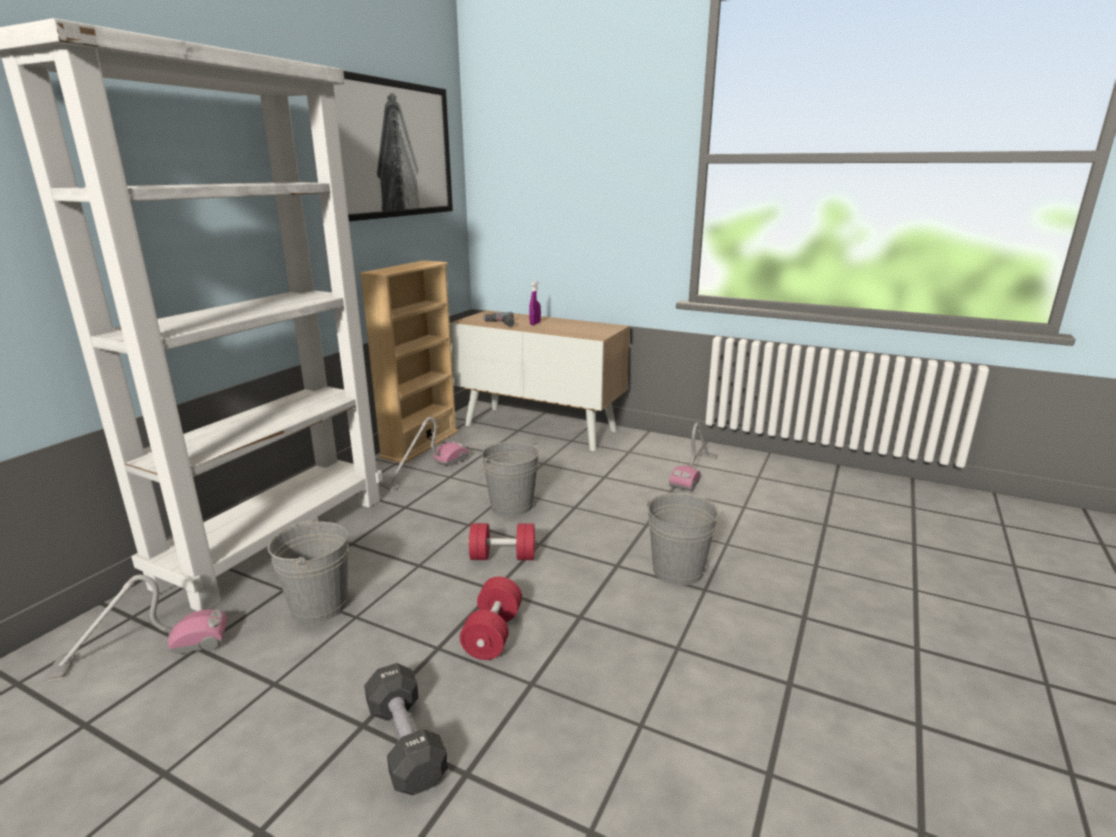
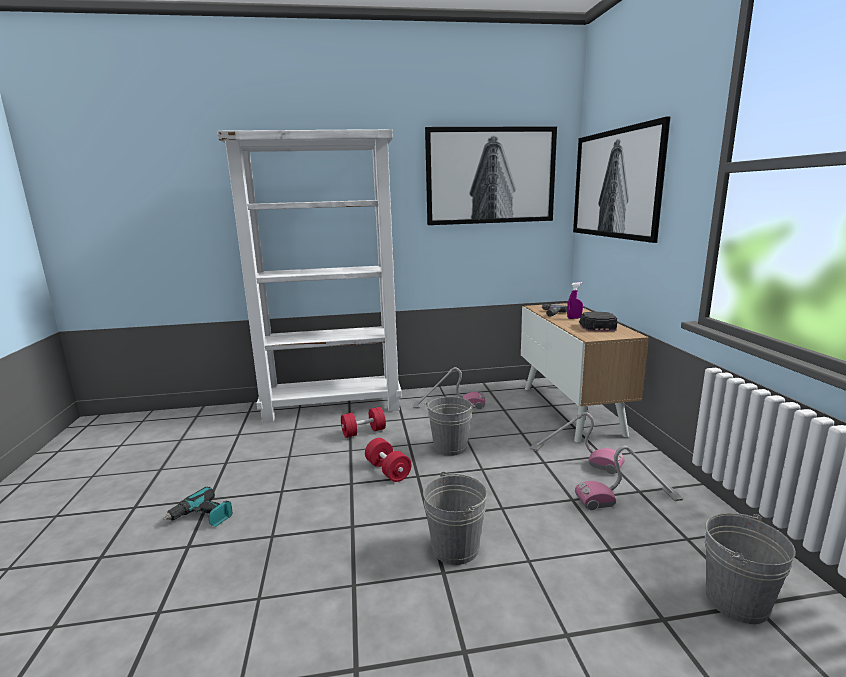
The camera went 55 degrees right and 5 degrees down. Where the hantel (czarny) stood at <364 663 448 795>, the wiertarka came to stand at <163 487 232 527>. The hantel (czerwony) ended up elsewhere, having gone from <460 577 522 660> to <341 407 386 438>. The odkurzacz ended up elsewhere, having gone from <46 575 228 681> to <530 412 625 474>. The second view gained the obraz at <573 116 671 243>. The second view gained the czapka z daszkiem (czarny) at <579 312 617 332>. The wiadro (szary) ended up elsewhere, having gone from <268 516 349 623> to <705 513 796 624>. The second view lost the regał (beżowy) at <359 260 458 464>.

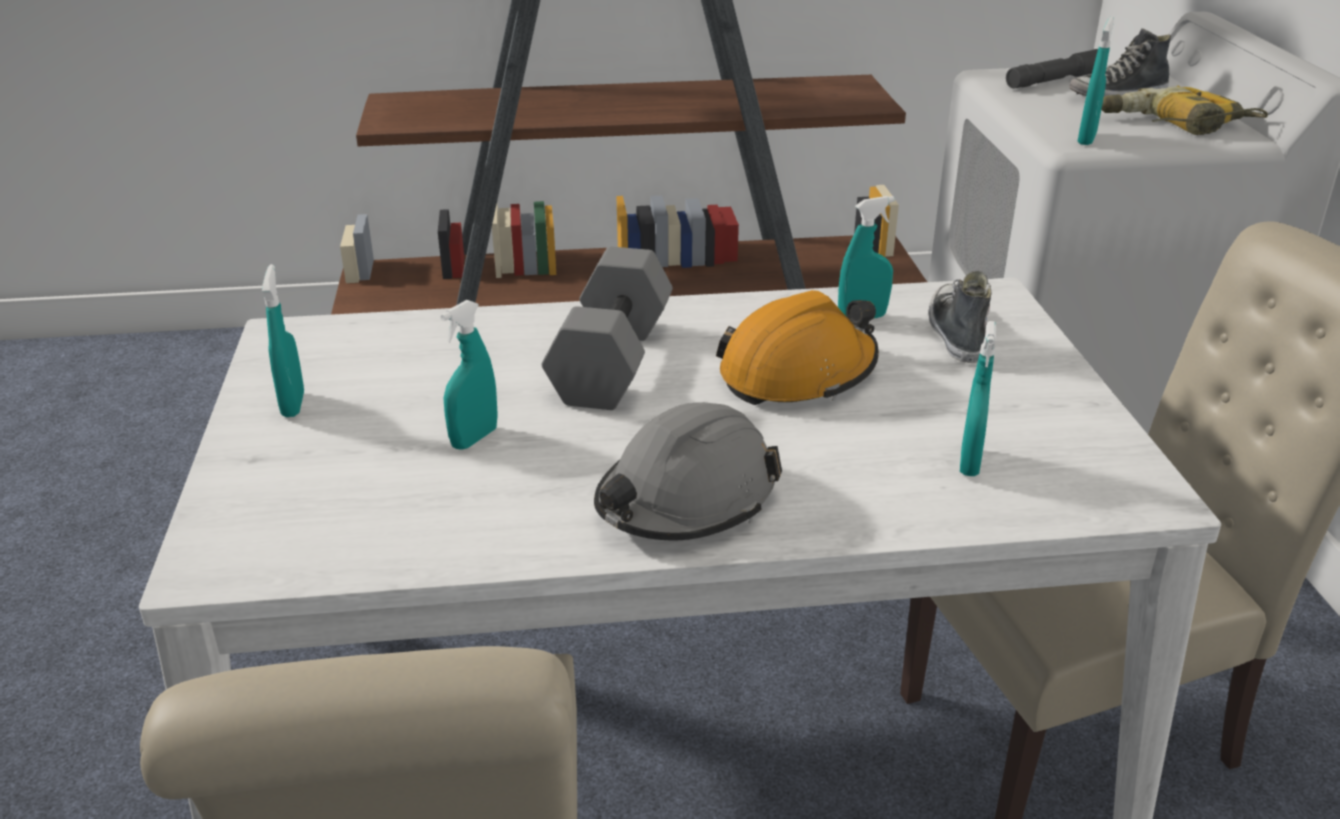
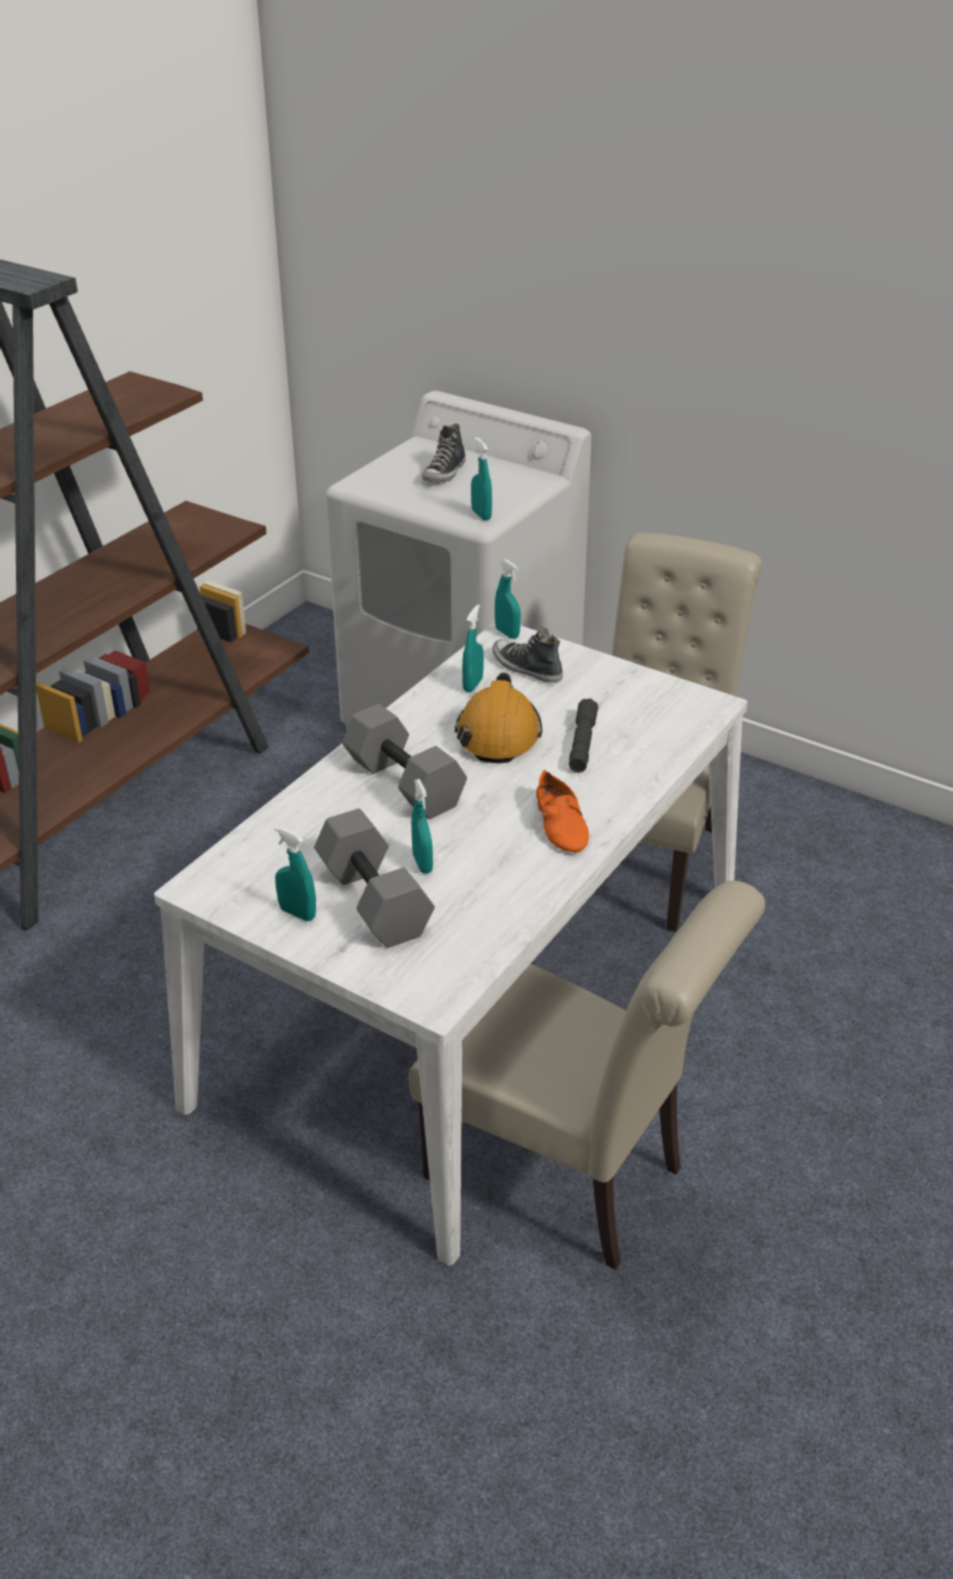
The camera went 50 degrees left and 5 degrees up. The second view gained the hantel (szary) at <314 809 435 948>. The spryskiwacz (turkusowy) ended up elsewhere, having gone from <960 321 996 476> to <495 559 521 639>. Where the kask (szary) stood at <594 402 782 540>, the but (pomarańczowy) came to stand at <536 770 589 853>. The latarka (szary) ended up elsewhere, having gone from <1006 49 1098 89> to <569 698 598 773>. The second view lost the wiertarka at <1101 86 1268 135>.

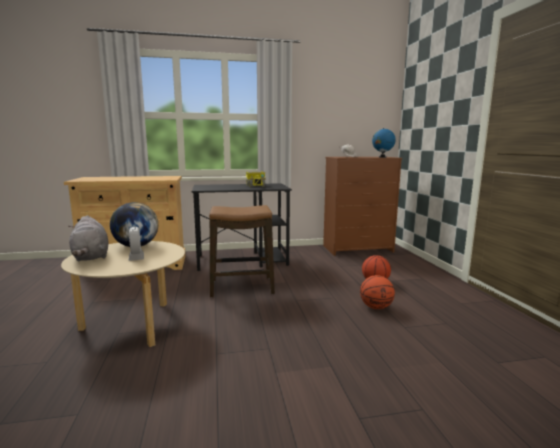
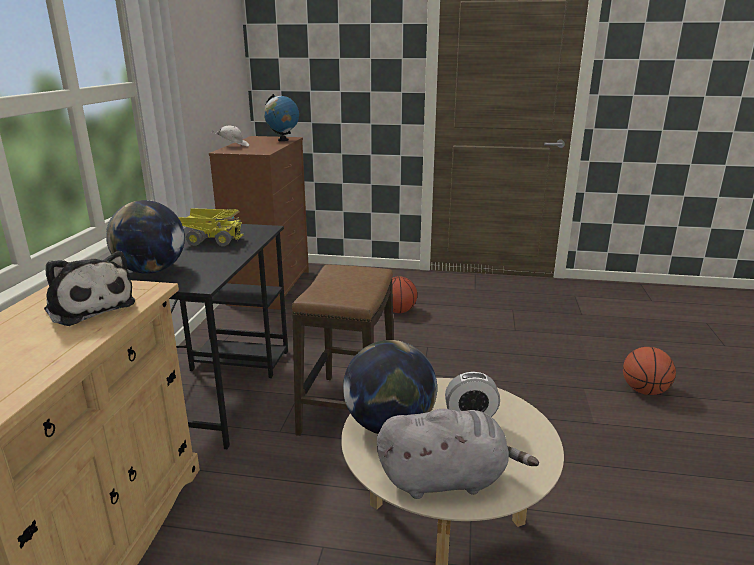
The camera went 70 degrees left and 10 degrees up. The second view gained the pluszak at <44 251 135 326>. The second view gained the globus at <106 200 185 274>. The piłka do koszykówki ended up elsewhere, having gone from <360 275 395 309> to <623 347 676 395>.

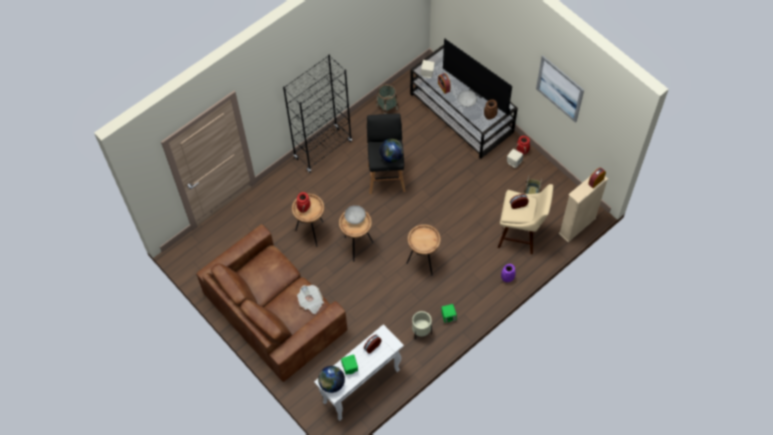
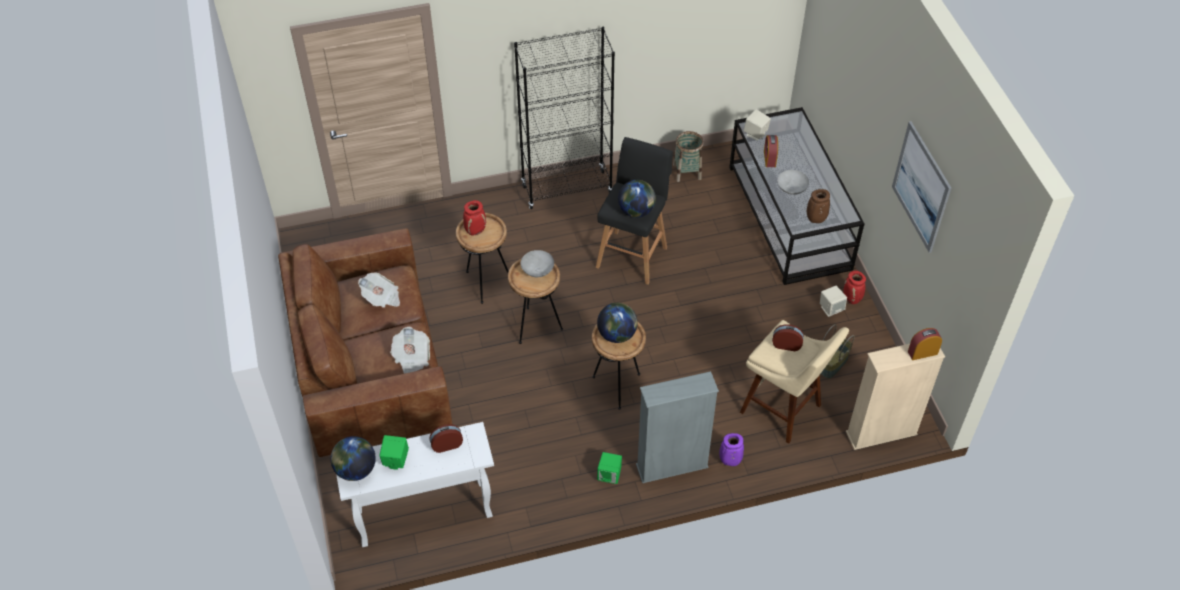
The camera went 25 degrees right and 10 degrees down. The second view gained the gazeta at <358 273 400 308>. The second view gained the globus at <597 303 638 343>. The second view gained the regał (szary) at <636 371 719 483>. The second view lost the donica (beżowy) at <412 311 432 339>. The second view lost the telewizor at <443 38 512 115>.

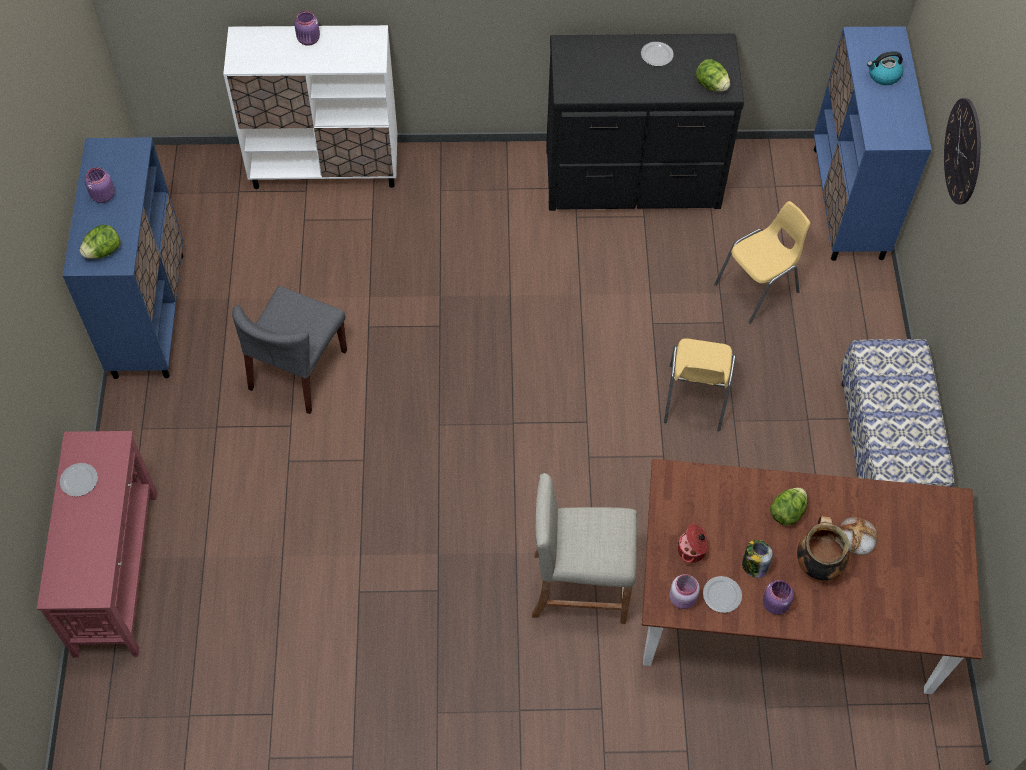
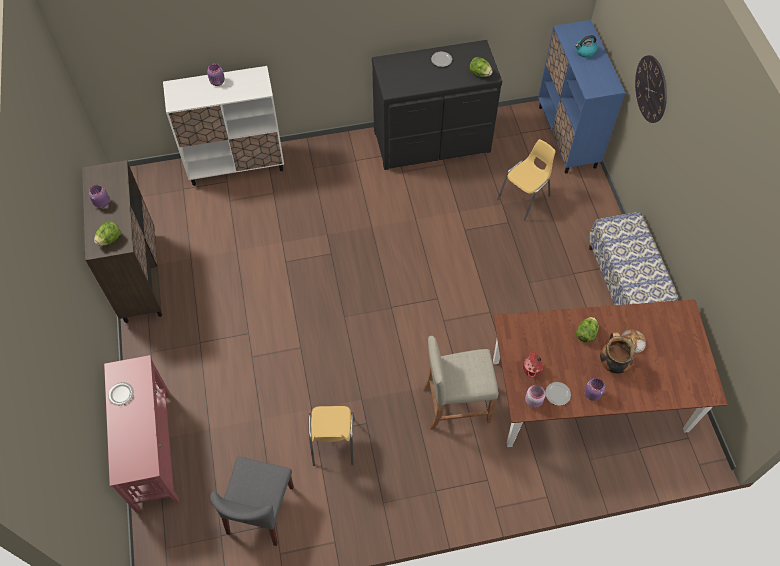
The camera went 10 degrees left and 0 degrees up. What was the szafka (niebieski) at <63 137 183 379> turned into the szafka (brązowy) at <82 160 162 323>. The krzesło (szary) ended up elsewhere, having gone from <232 286 347 414> to <210 456 294 546>. The krzesło (żółty) ended up elsewhere, having gone from <664 338 736 431> to <309 406 355 466>. The second view lost the słoik at <742 540 773 578>.

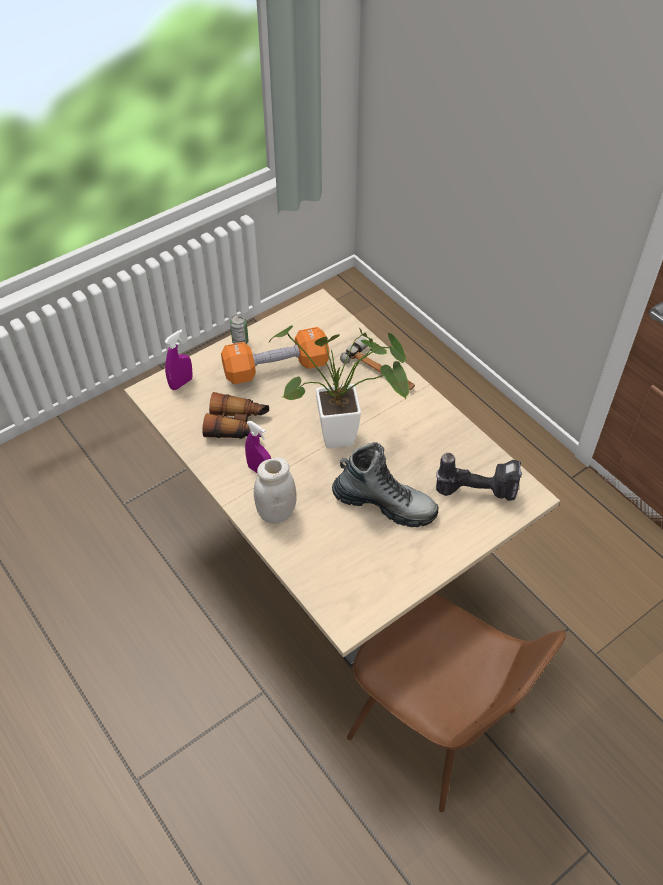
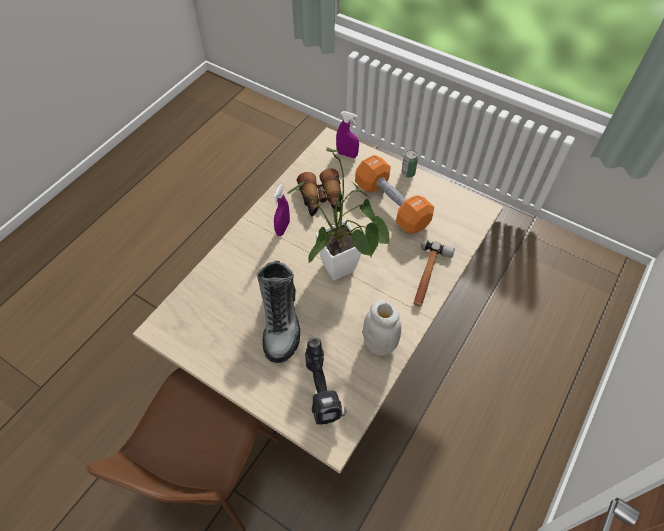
The camera went 70 degrees right and 5 degrees up. The słoik (biały) ended up elsewhere, having gone from <254 457 297 523> to <363 300 401 356>.

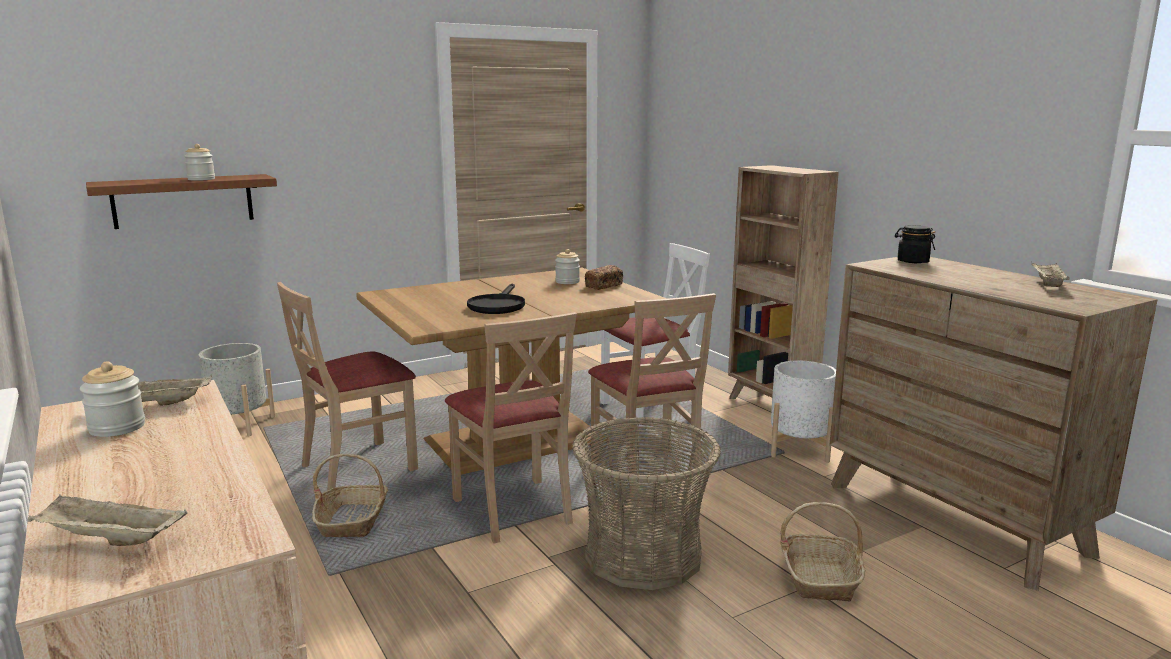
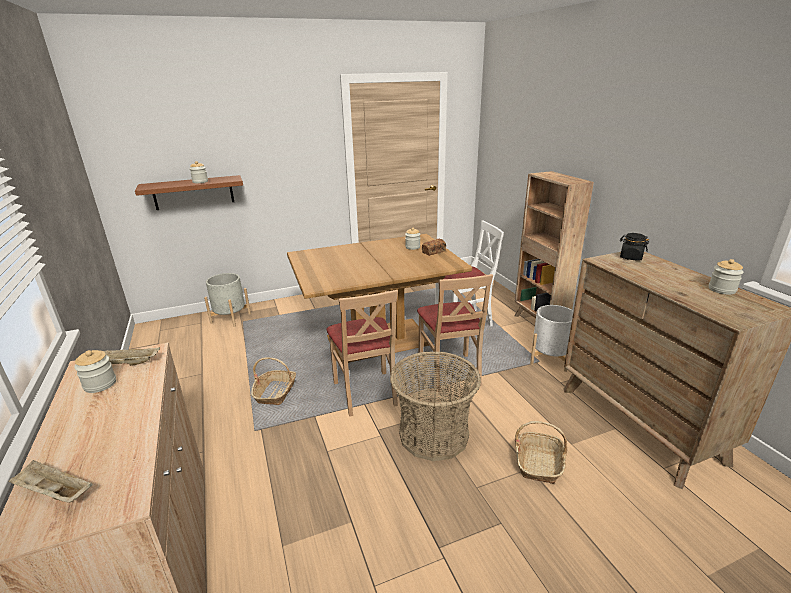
The camera went 10 degrees right and 10 degrees up. Where the taca (beżowy) stood at <1032 263 1070 287>, the słoik came to stand at <709 259 744 295>. The second view lost the krzesło (beżowy) at <277 282 418 490>. The second view lost the patelnia (czarny) at <467 284 525 314>.

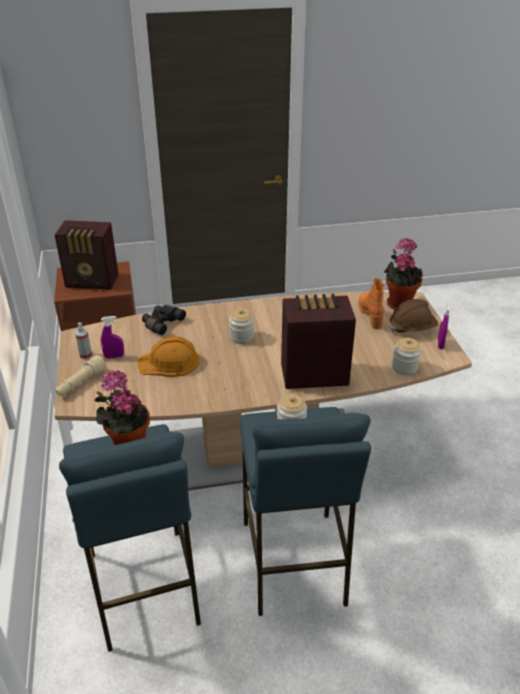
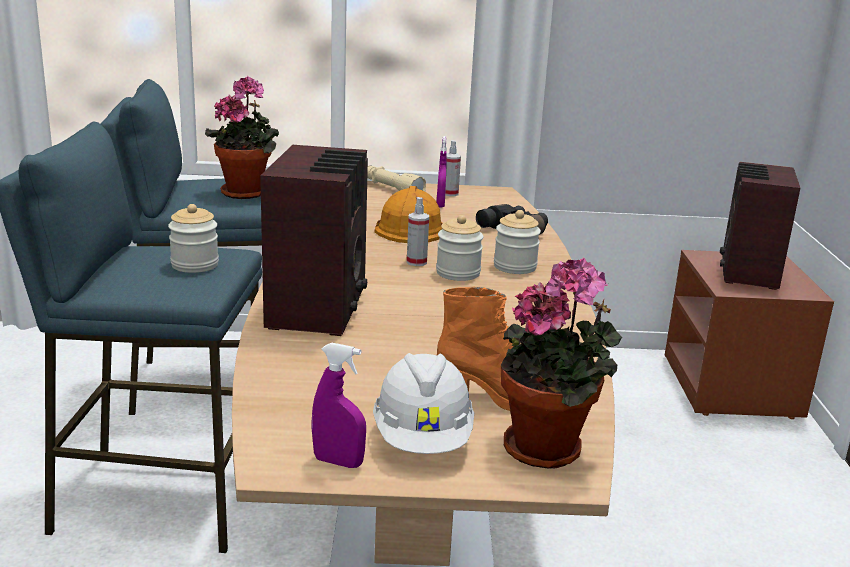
The camera went 100 degrees right and 15 degrees down. What was the kask (brązowy) at <389 299 438 333> turned into the kask (biały) at <373 353 474 454>. The second view gained the spryskiwacz at <407 197 429 266>. The słoik ended up elsewhere, having gone from <392 338 421 375> to <494 210 541 274>.

